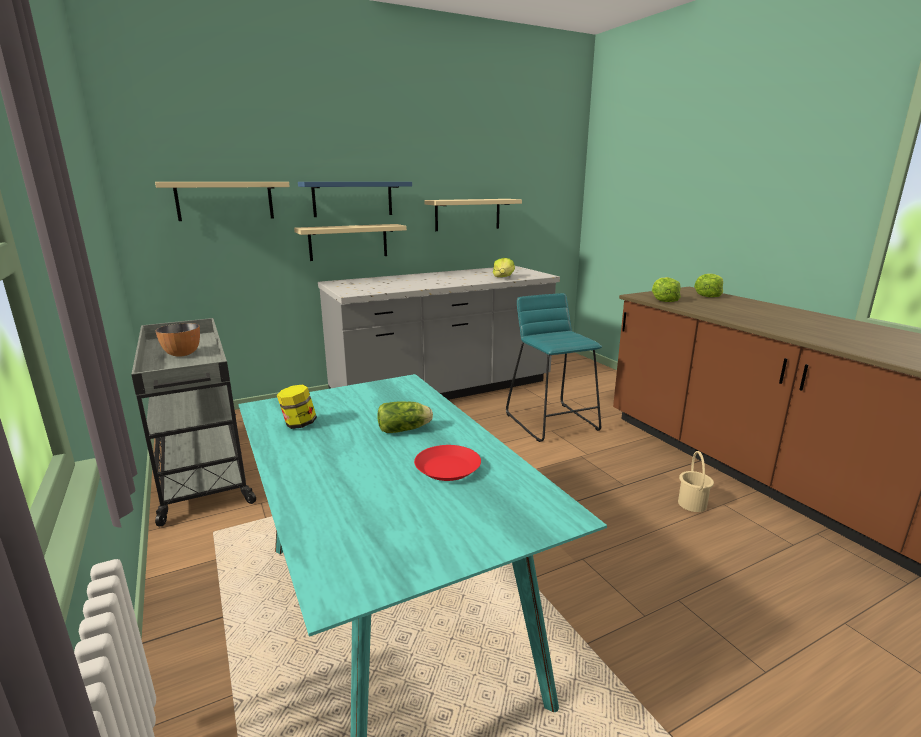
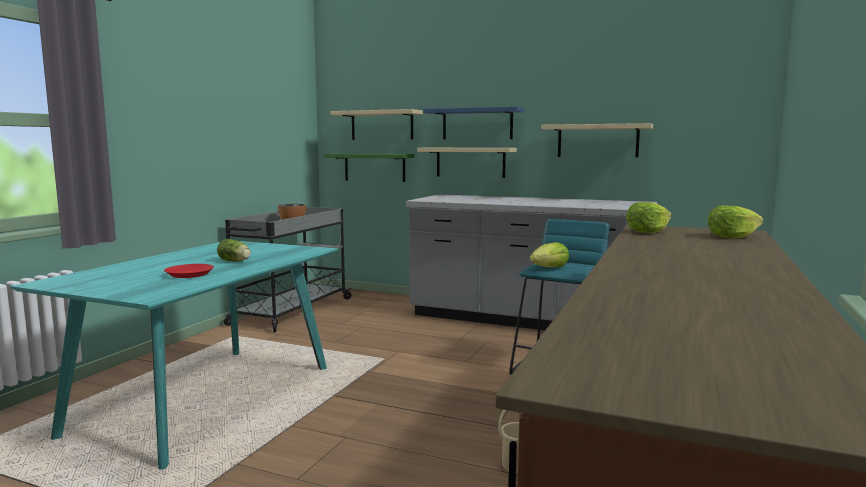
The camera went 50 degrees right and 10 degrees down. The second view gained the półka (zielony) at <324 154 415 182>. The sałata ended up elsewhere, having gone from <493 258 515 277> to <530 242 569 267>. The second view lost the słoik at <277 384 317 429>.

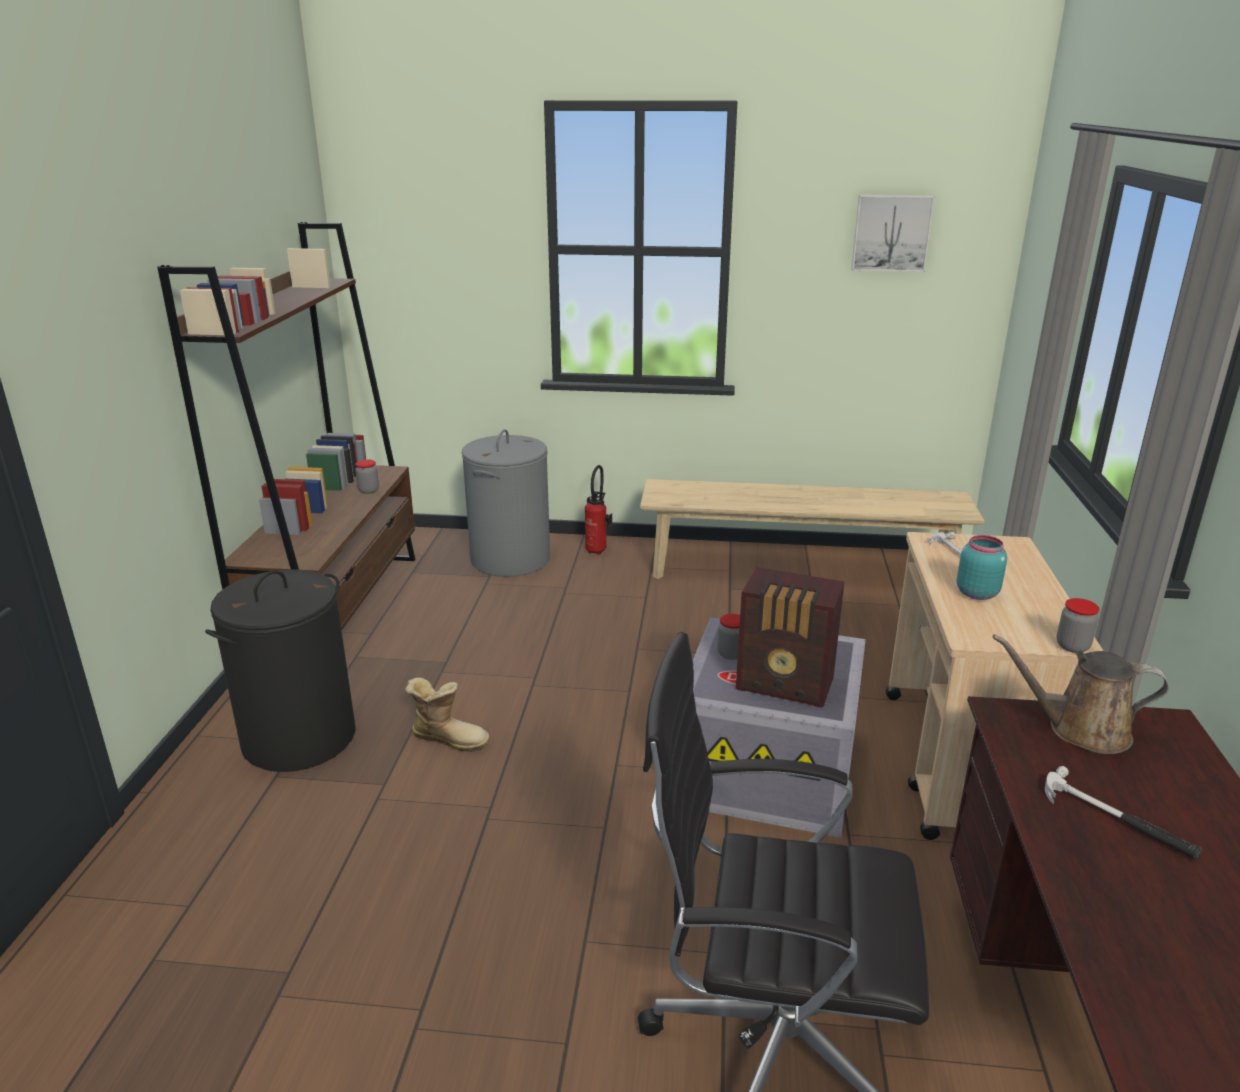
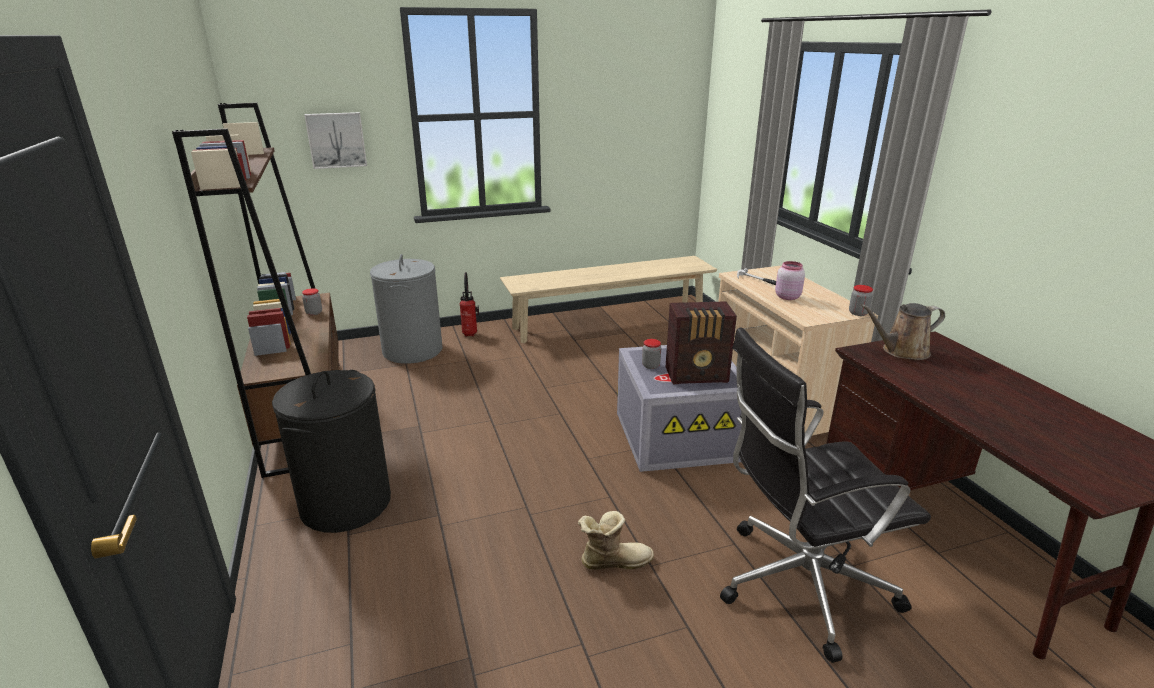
The camera went 25 degrees left and 0 degrees up. The obraz ended up elsewhere, having gone from <851 195 935 272> to <304 112 367 169>. The but z cholewką ended up elsewhere, having gone from <405 678 490 752> to <578 511 654 569>. What was the słoik (turkusowy) at <957 535 1007 600> turned into the słoik (różowy) at <775 261 805 300>. The second view lost the młotek at <1045 766 1202 860>.

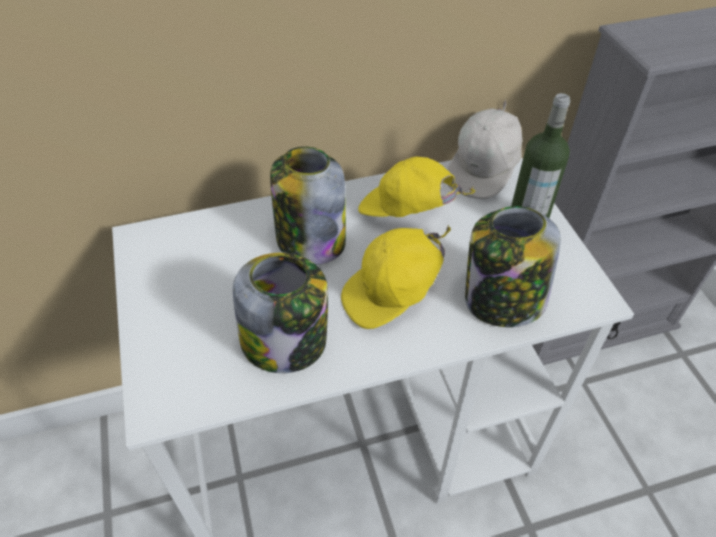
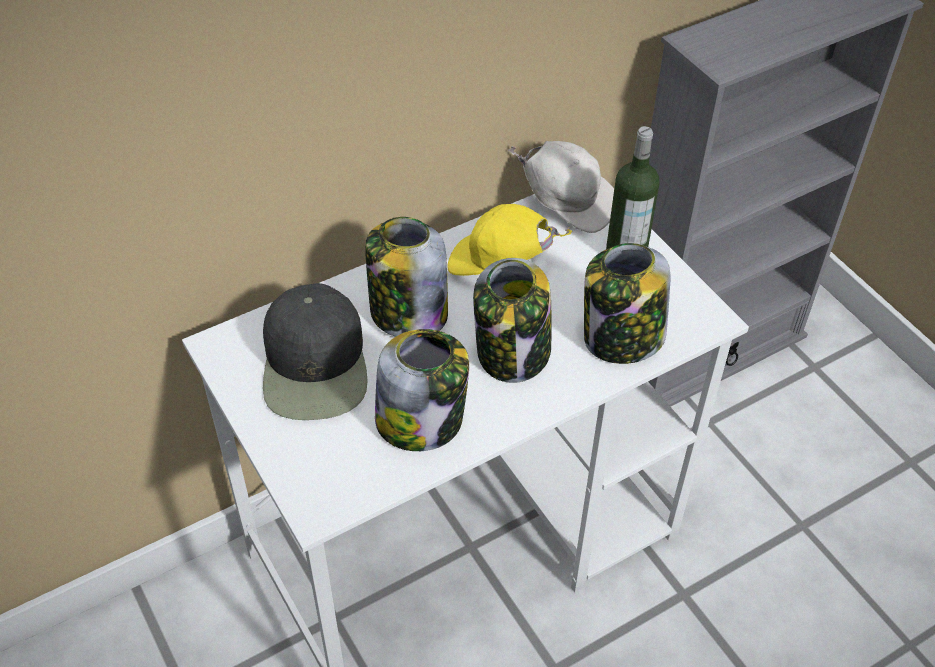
The camera went 15 degrees left and 0 degrees up. The second view gained the czapka z daszkiem (czarny) at <263 283 368 420>. Where the czapka z daszkiem (żółty) stood at <341 225 451 329>, the słoik came to stand at <473 258 551 383>. The czapka z daszkiem (biały) at <447 99 523 199> ended up facing another way, 75 degrees counterclockwise from before.

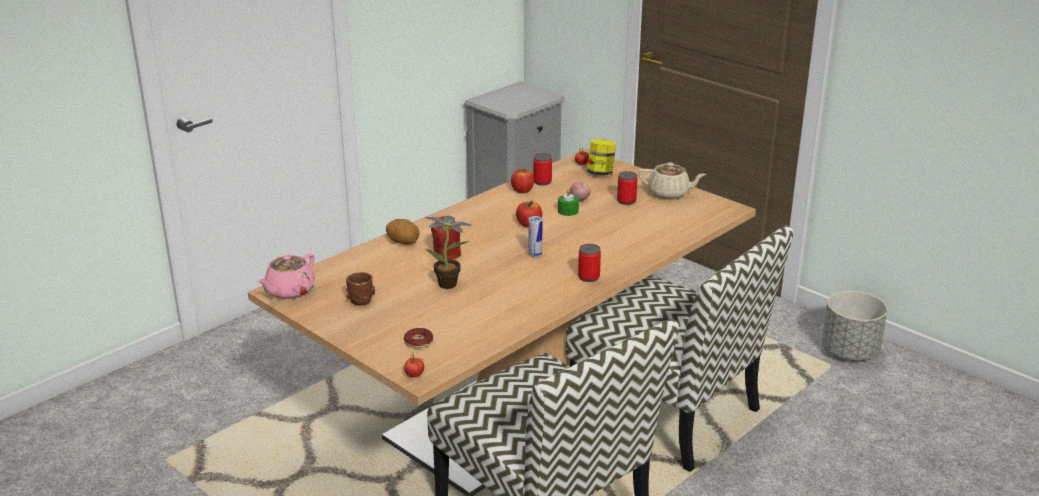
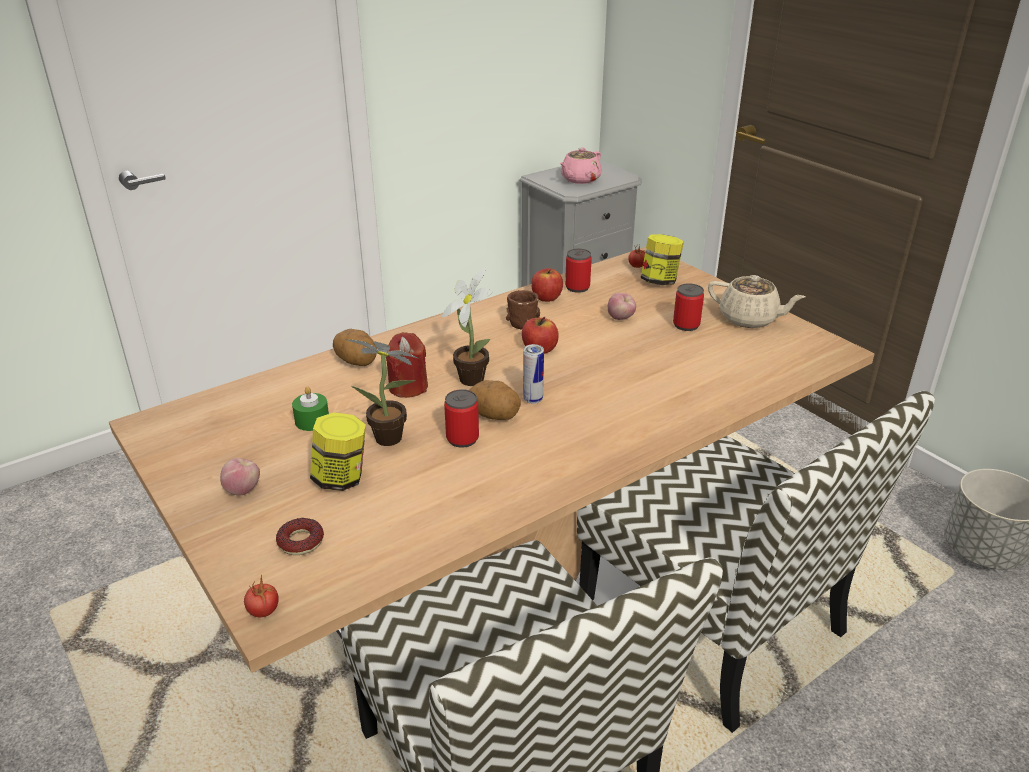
The camera went 10 degrees right and 5 degrees up. The second view gained the jabłko at <220 458 260 495>. The świeca (zielony) ended up elsewhere, having gone from <558 189 579 216> to <292 386 329 431>. The second view gained the słoik at <310 412 366 491>. The second view gained the roślina doniczkowa at <442 267 493 386>. The puszka ended up elsewhere, having gone from <578 244 601 282> to <444 389 479 448>. The second view gained the ziemniak at <469 380 521 420>. The kubek (brązowy) ended up elsewhere, having gone from <346 272 375 306> to <506 290 540 330>. The imbryk (różowy) ended up elsewhere, having gone from <258 254 315 299> to <560 147 601 184>.

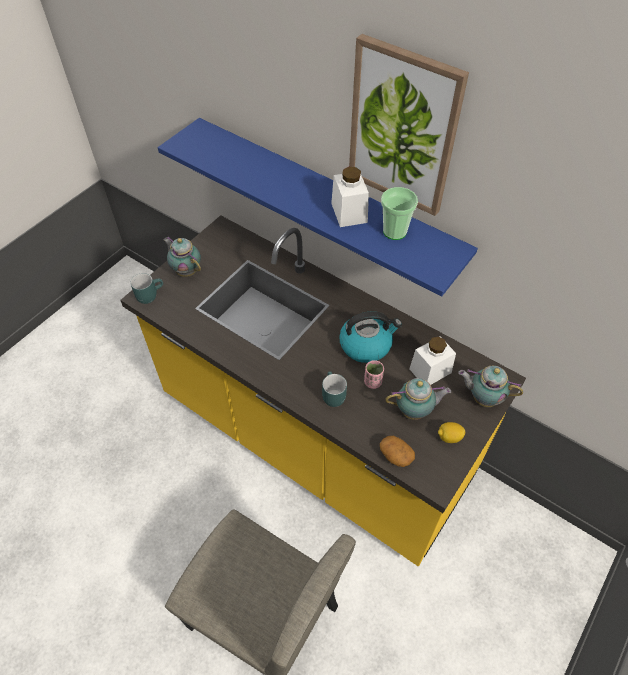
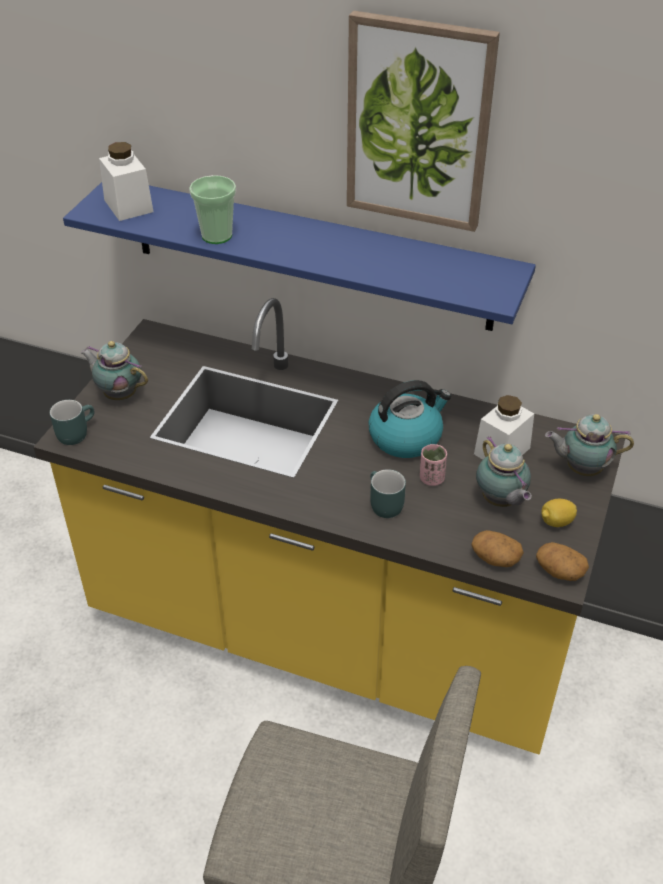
The camera went 15 degrees left and 10 degrees down. The słoik (biały) ended up elsewhere, having gone from <331 167 369 227> to <99 142 154 221>. The filiżanka ended up elsewhere, having gone from <381 187 418 240> to <189 175 236 244>. The imbryk at <385 378 451 420> ended up facing another way, 90 degrees clockwise from before. The second view gained the ziemniak at <536 542 589 581>.

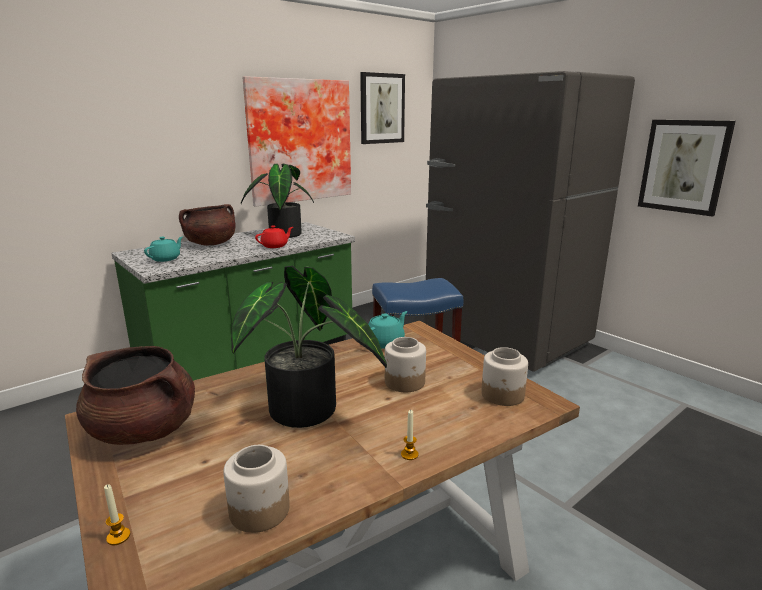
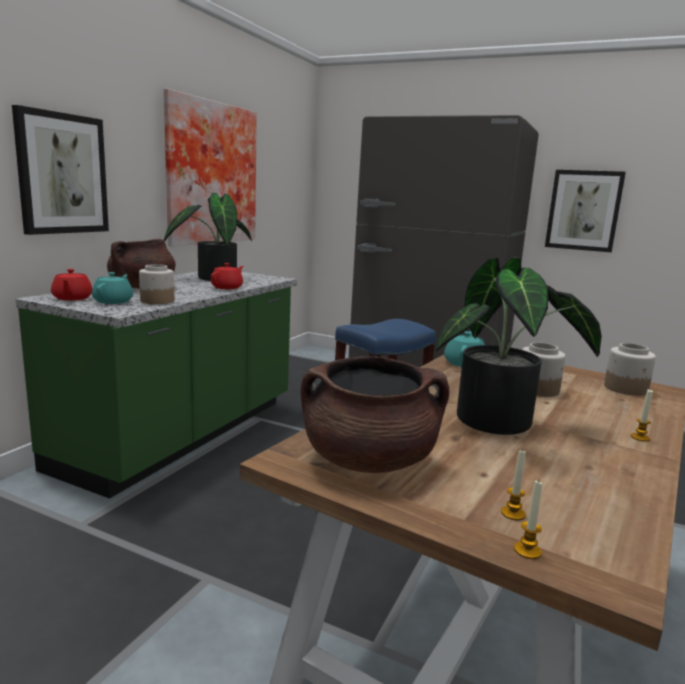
The camera went 25 degrees left and 5 degrees down. The obraz ended up elsewhere, having gone from <360 72 405 144> to <12 105 109 235>. The second view gained the imbryk (czerwony) at <51 269 93 301>. The słoik ended up elsewhere, having gone from <223 445 290 533> to <139 264 174 304>. The second view gained the świeca at <501 449 526 521>.

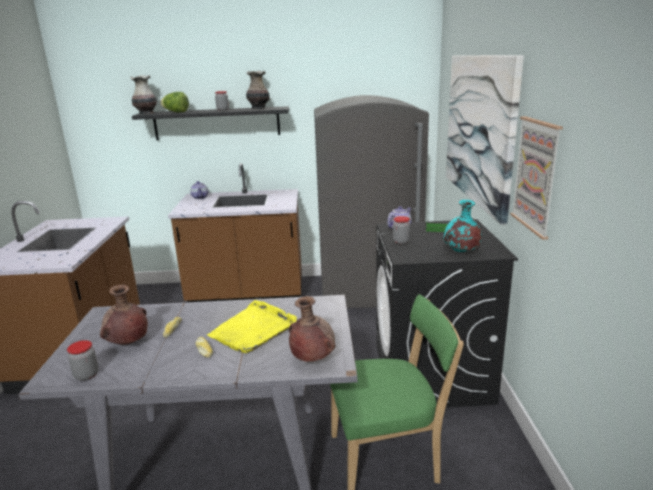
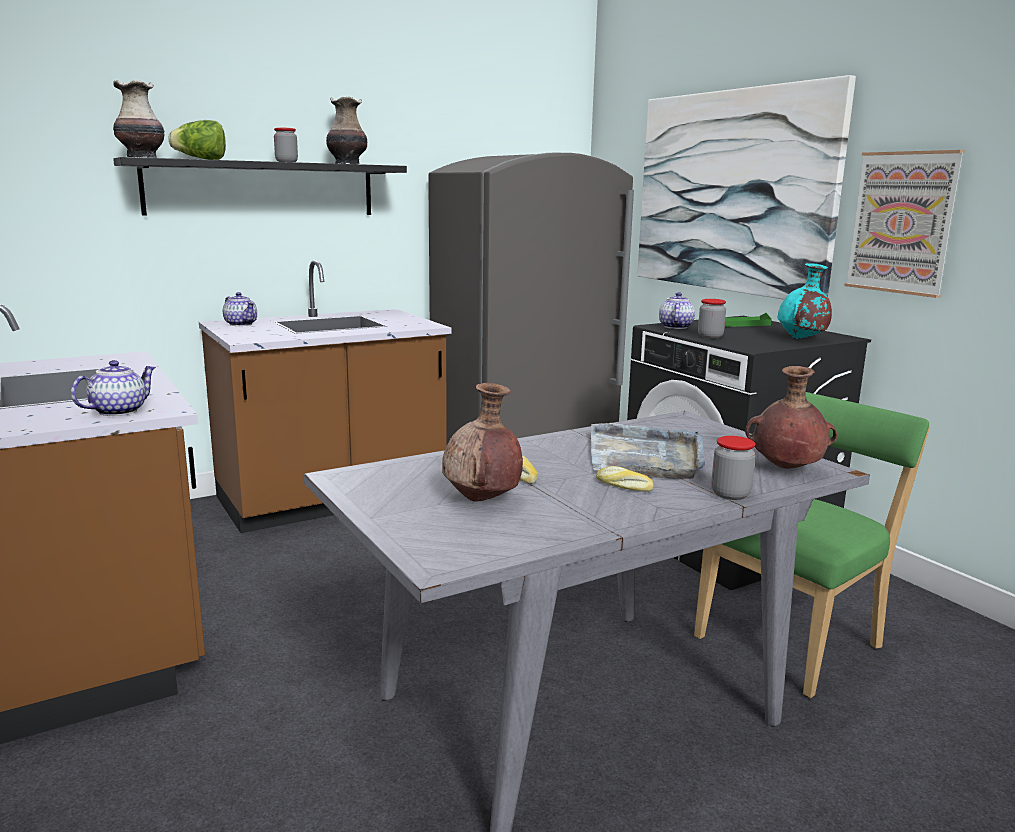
The camera went 30 degrees left and 5 degrees down. The second view gained the imbryk at <71 360 156 416>. What was the taca (żółty) at <207 300 297 354> turned into the taca (szary) at <591 423 705 479>. The słoik ended up elsewhere, having gone from <67 340 99 381> to <711 436 756 500>.

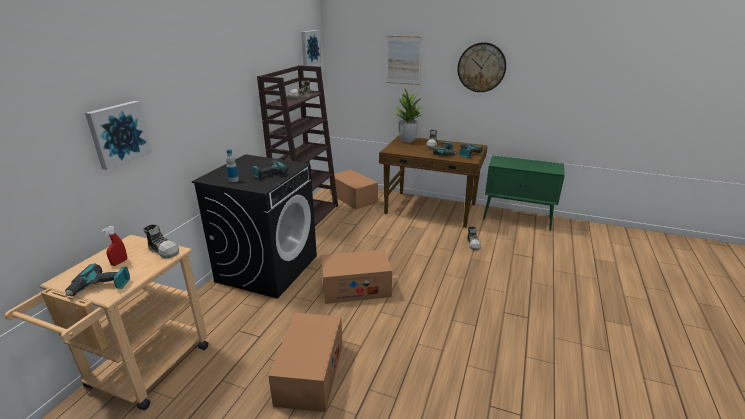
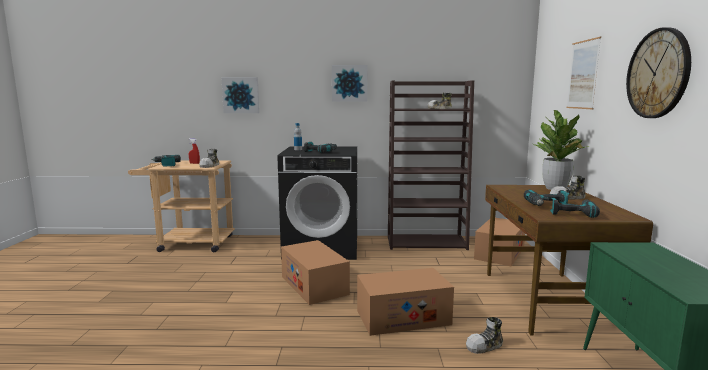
The camera went 70 degrees right and 15 degrees down. The obraz ended up elsewhere, having gone from <301 30 321 66> to <332 65 367 102>. The karton ended up elsewhere, having gone from <268 313 342 412> to <357 268 454 336>.

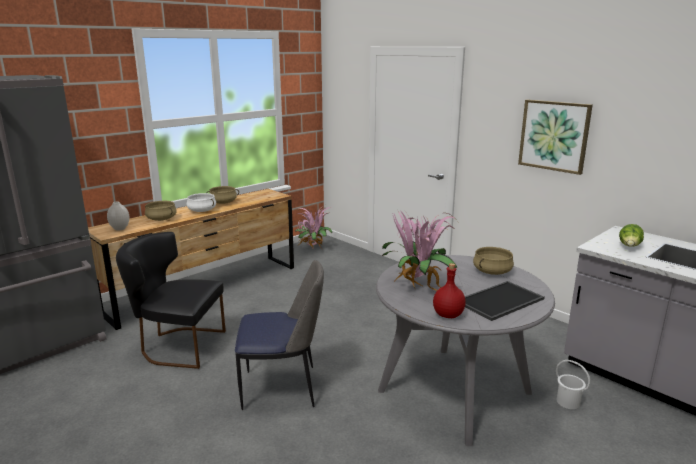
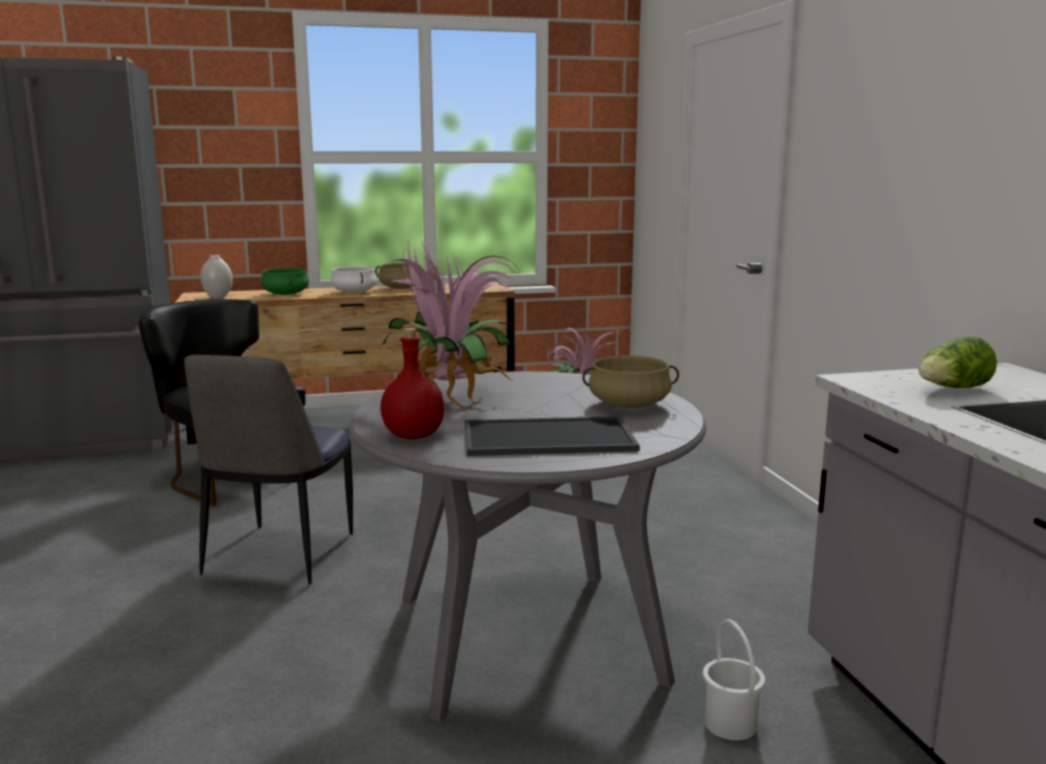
The camera went 30 degrees right and 5 degrees down. The krzesło at <235 260 324 410> ended up facing another way, 75 degrees clockwise from before. What was the garnek (beżowy) at <145 201 177 221> turned into the garnek (zielony) at <261 268 309 295>. The second view lost the obraz at <518 100 593 175>.

